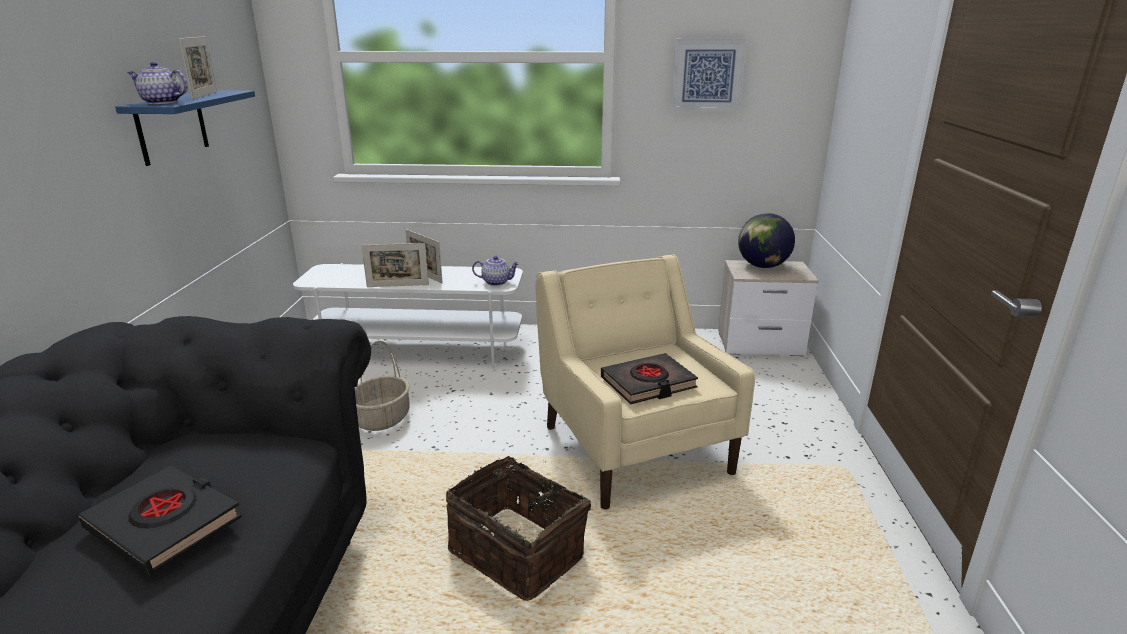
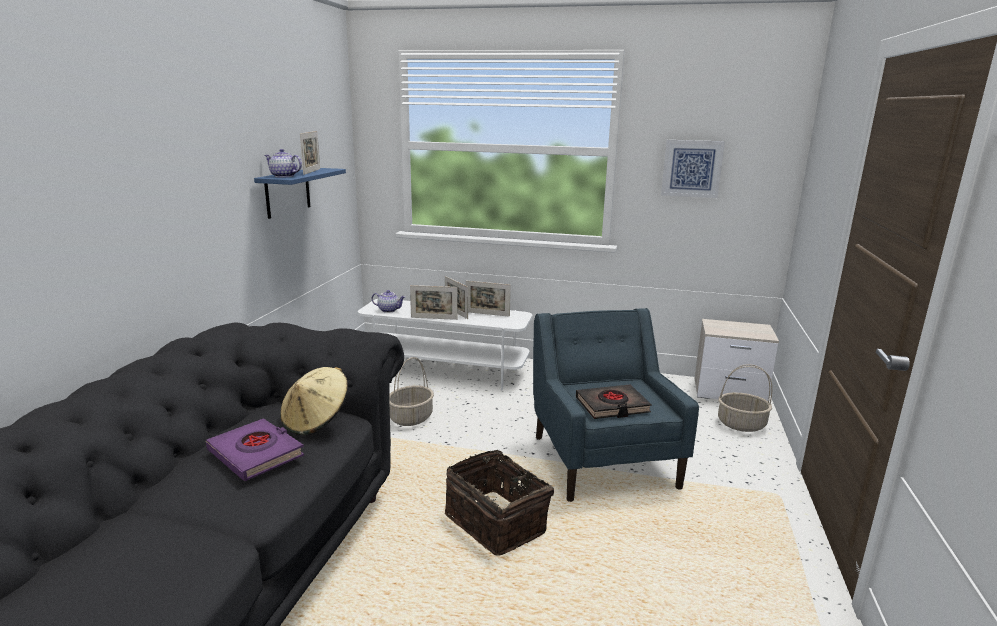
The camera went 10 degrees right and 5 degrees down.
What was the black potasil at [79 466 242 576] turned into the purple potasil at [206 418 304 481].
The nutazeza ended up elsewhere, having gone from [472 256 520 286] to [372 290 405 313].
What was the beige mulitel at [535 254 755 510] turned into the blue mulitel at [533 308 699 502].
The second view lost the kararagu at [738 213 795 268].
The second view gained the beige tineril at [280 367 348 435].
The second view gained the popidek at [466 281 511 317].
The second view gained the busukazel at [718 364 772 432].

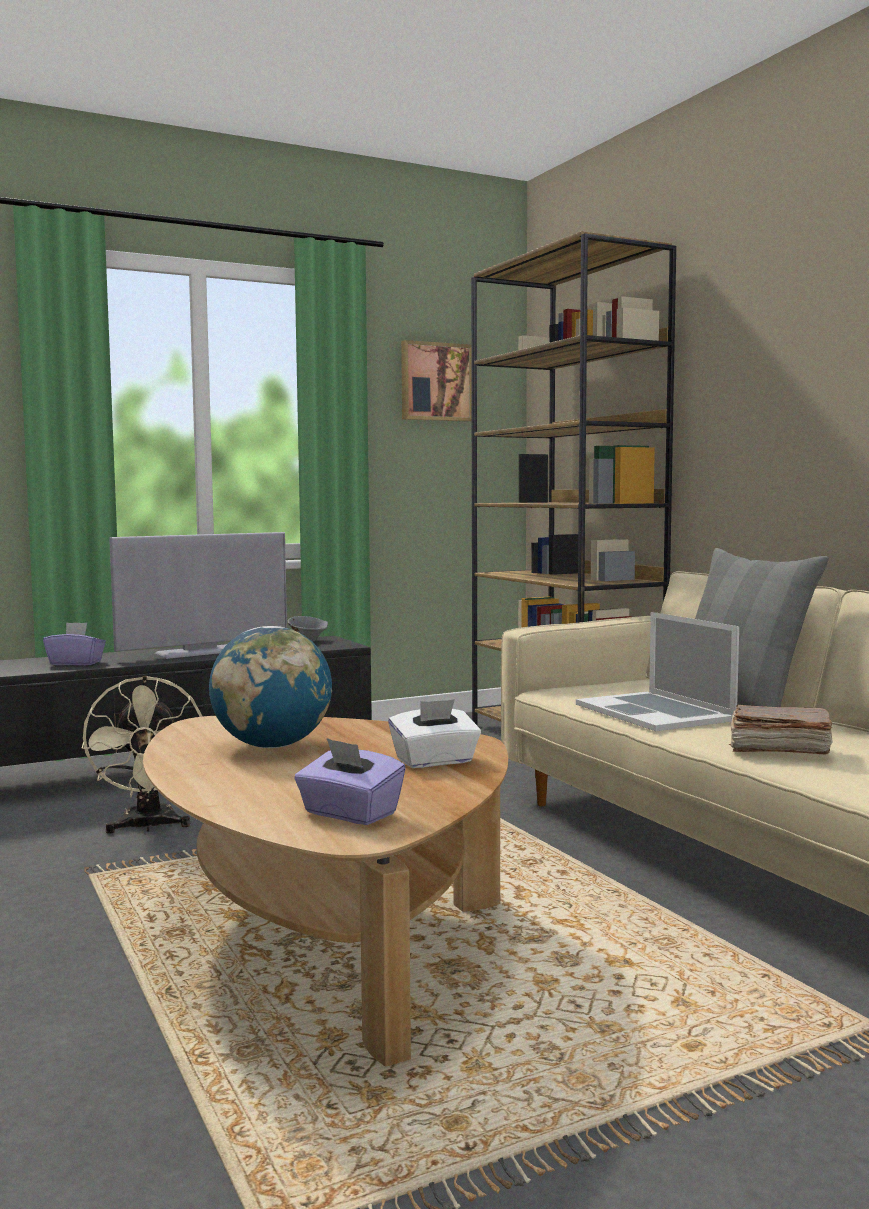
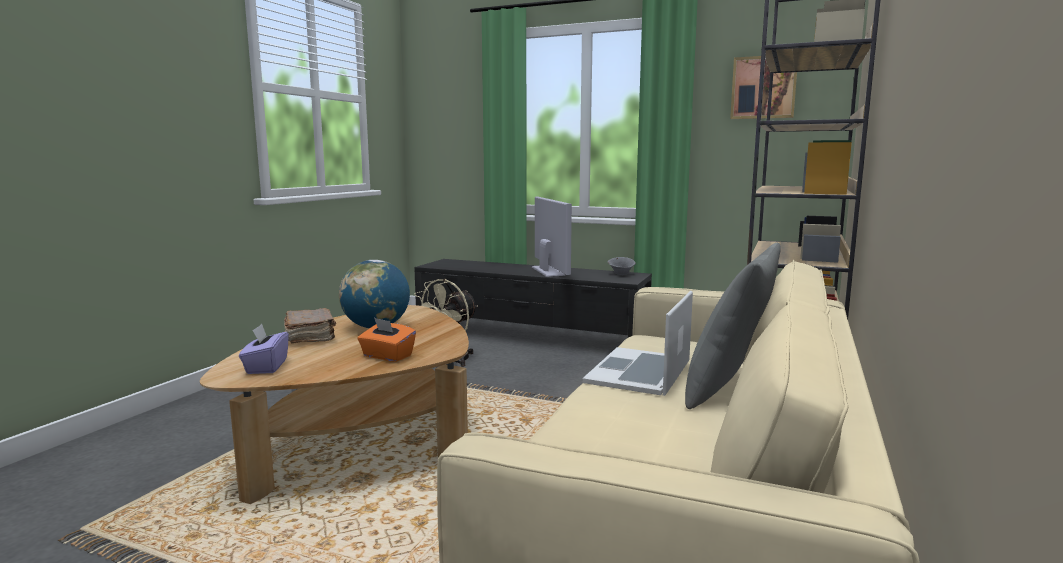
The camera went 50 degrees right and 5 degrees up.
The second view lost the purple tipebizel at [43 622 106 666].
The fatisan at [109 532 287 659] ended up facing another way, 120 degrees counterclockwise from before.
What was the white tipebizel at [388 699 481 768] turned into the orange tipebizel at [357 318 416 362].
The brown potasil ended up elsewhere, having gone from [728 705 832 755] to [284 308 336 344].

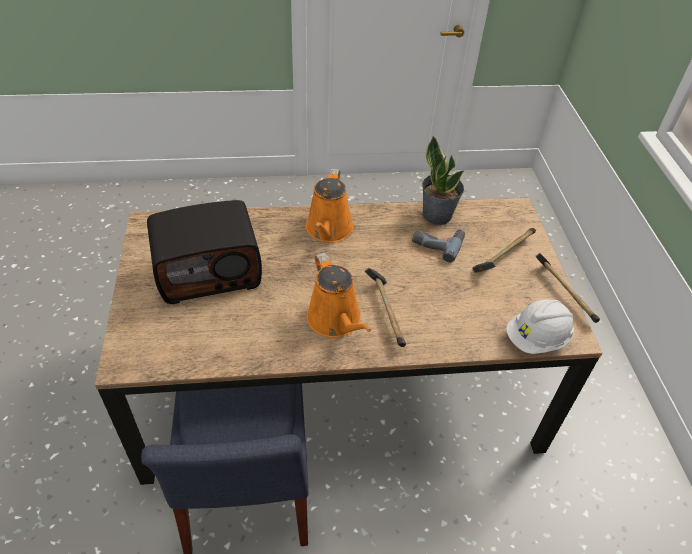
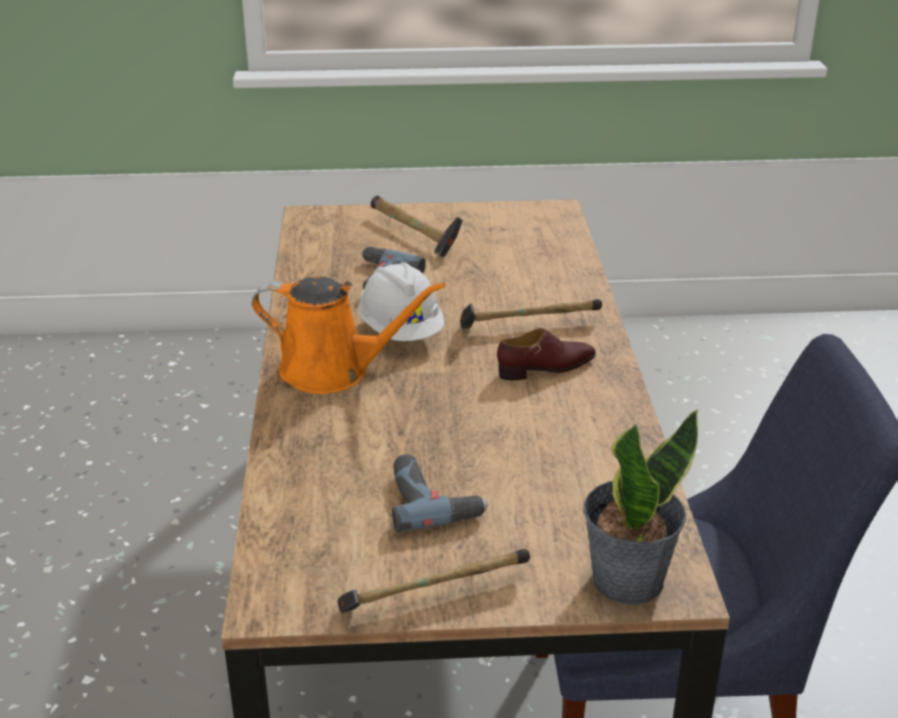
The camera went 85 degrees left and 15 degrees down.
Where the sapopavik stood at [147 200 262 304], the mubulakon came to stand at [392 454 488 532].
Where the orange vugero stood at [307 253 372 338], the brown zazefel came to stand at [497 328 596 380].
The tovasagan ended up elsewhere, having gone from [422 136 464 225] to [583 409 698 605].
The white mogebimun ended up elsewhere, having gone from [506 299 574 354] to [358 262 444 341].
The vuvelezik ended up elsewhere, having gone from [535 253 600 323] to [337 549 530 613].

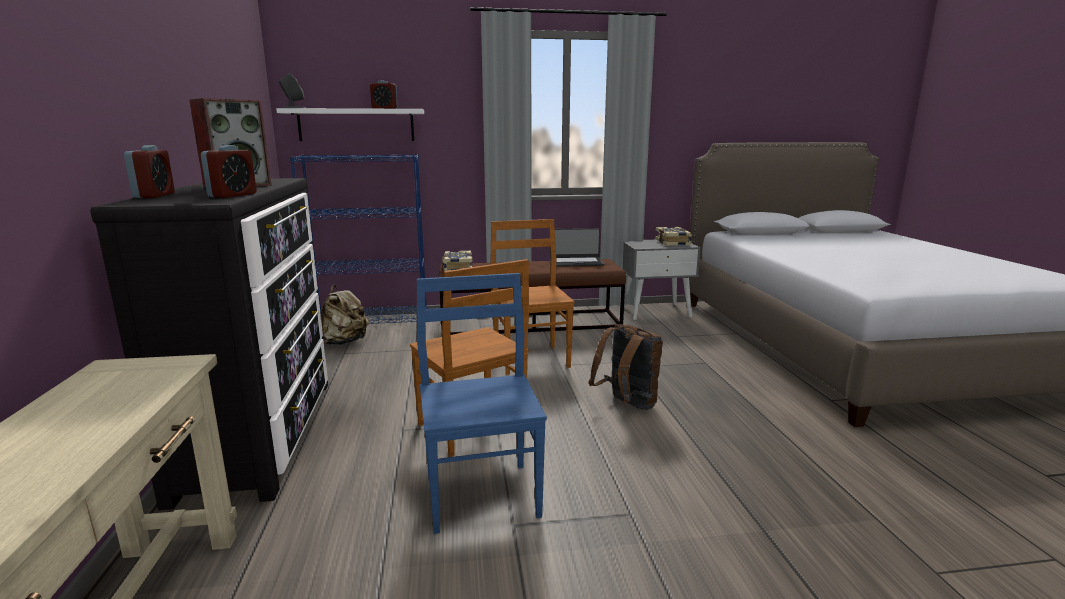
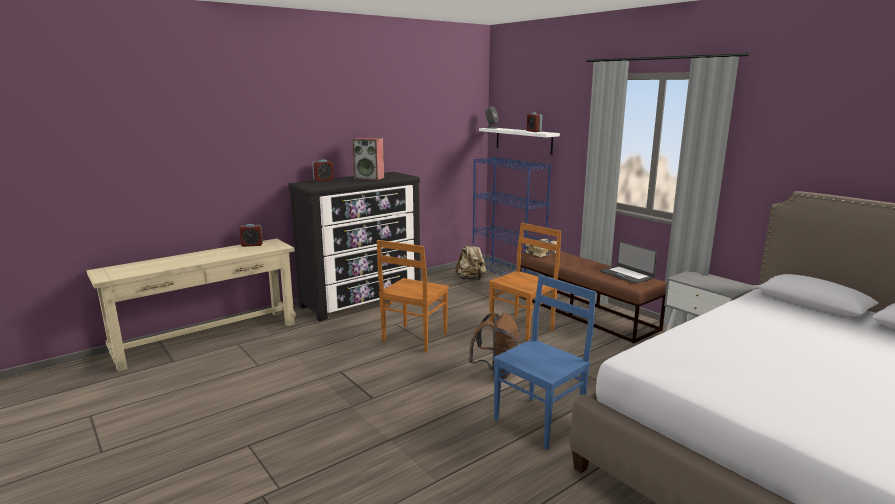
The camera went 60 degrees right and 0 degrees up.
The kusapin ended up elsewhere, having gone from [201 145 257 198] to [239 224 263 247].
The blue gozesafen ended up elsewhere, having gone from [417 273 547 534] to [493 275 596 450].
The second view lost the potasil at [655 227 692 246].

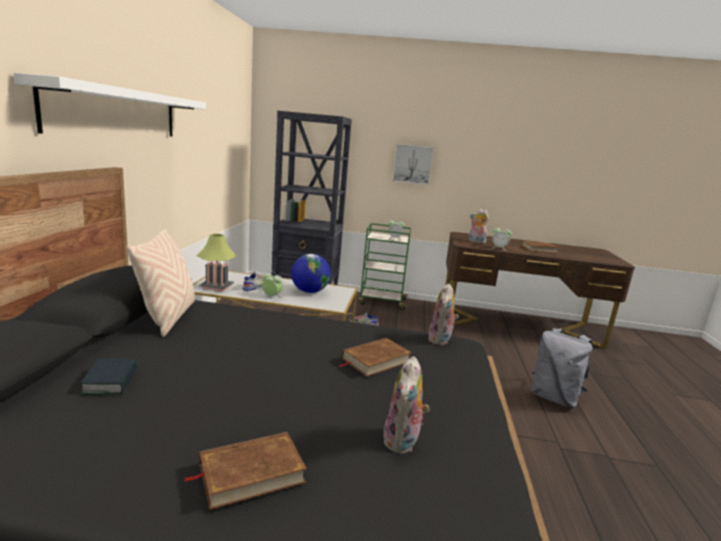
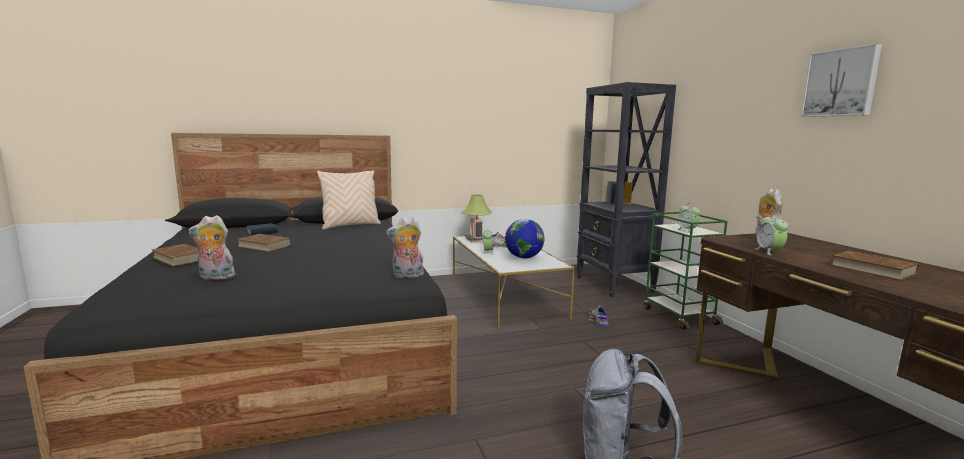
The camera went 65 degrees right and 5 degrees down.
The second view lost the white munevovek at [14 73 206 136].
The brown potasil ended up elsewhere, having gone from [338 338 412 377] to [236 234 292 252].
The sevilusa ended up elsewhere, having gone from [393 144 434 185] to [801 43 882 117].

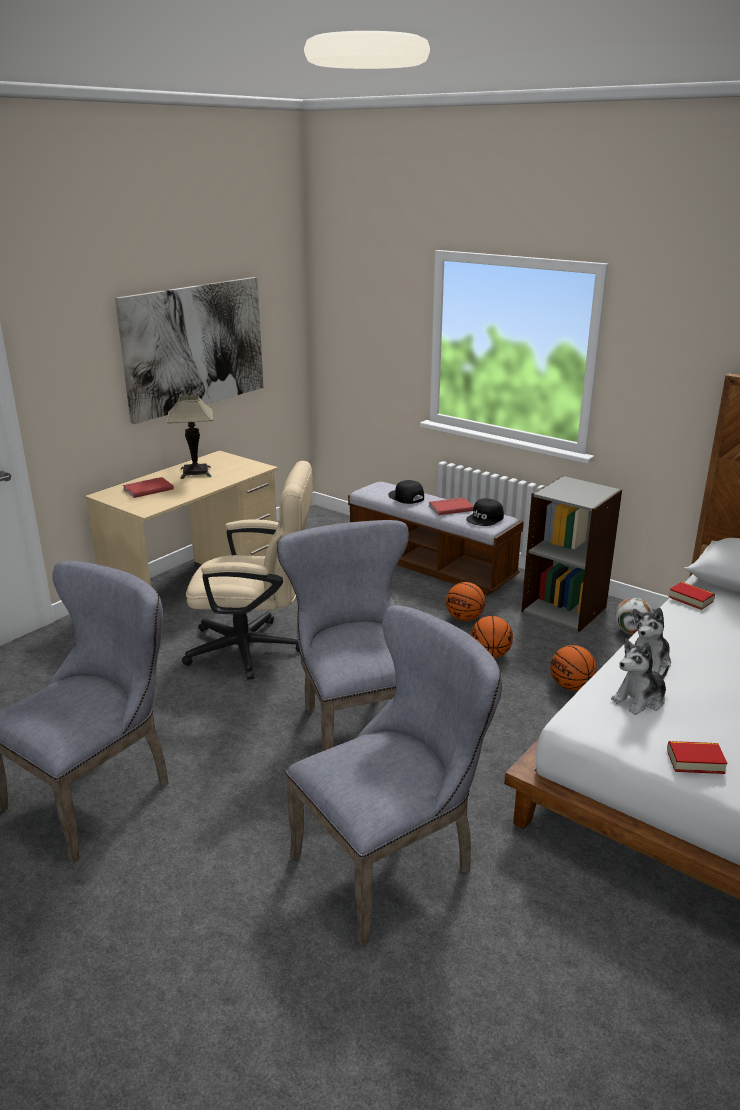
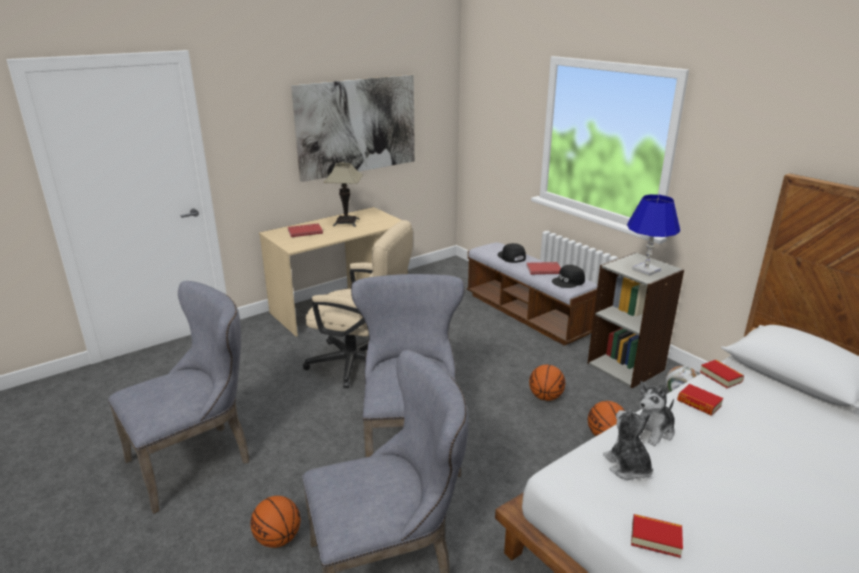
The camera went 15 degrees right and 0 degrees up.
The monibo ended up elsewhere, having gone from [446 582 485 621] to [251 496 301 548].
The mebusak at [611 639 669 715] ended up facing another way, 90 degrees clockwise from before.
The second view gained the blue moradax at [627 194 680 276].
The second view gained the potasil at [677 384 723 416].

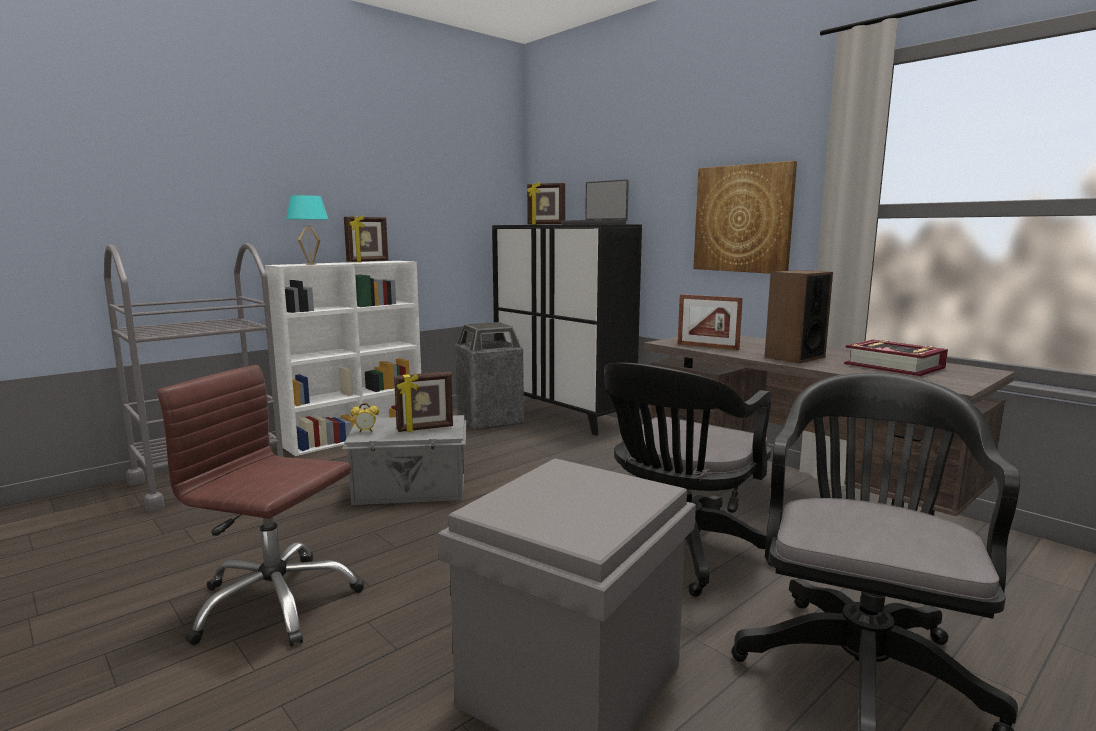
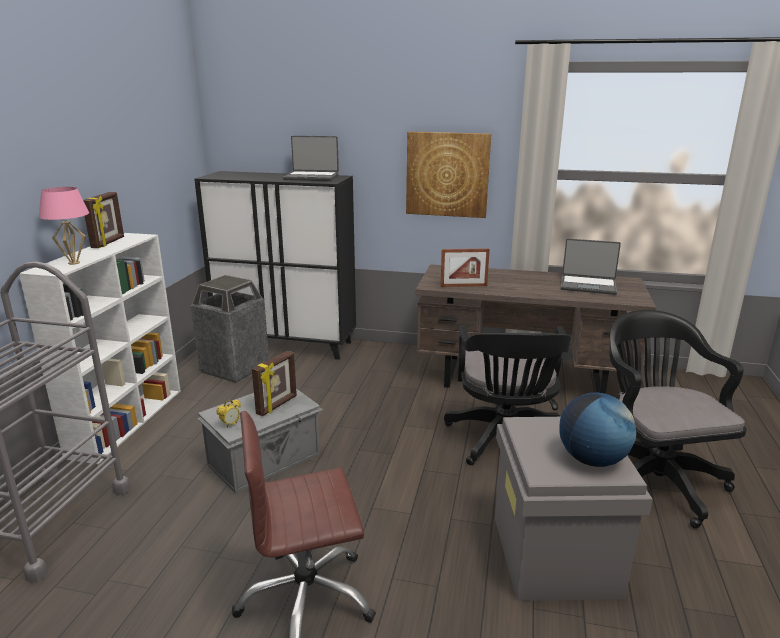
The camera went 35 degrees left and 10 degrees up.
What was the turquoise moradax at [286 195 328 265] turned into the pink moradax at [39 187 89 265].
The second view lost the popidek at [527 182 565 225].
The second view lost the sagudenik at [764 270 833 363].
Where the potasil stood at [844 340 948 376], the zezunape came to stand at [560 238 621 295].
The second view gained the kararagu at [559 393 636 467].

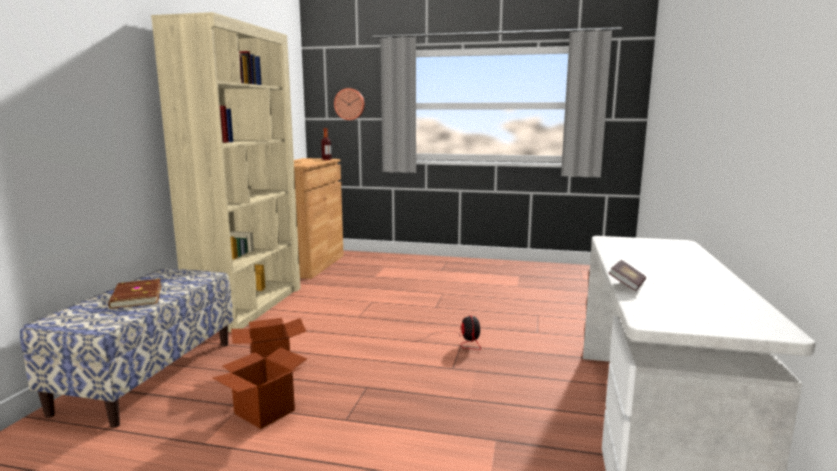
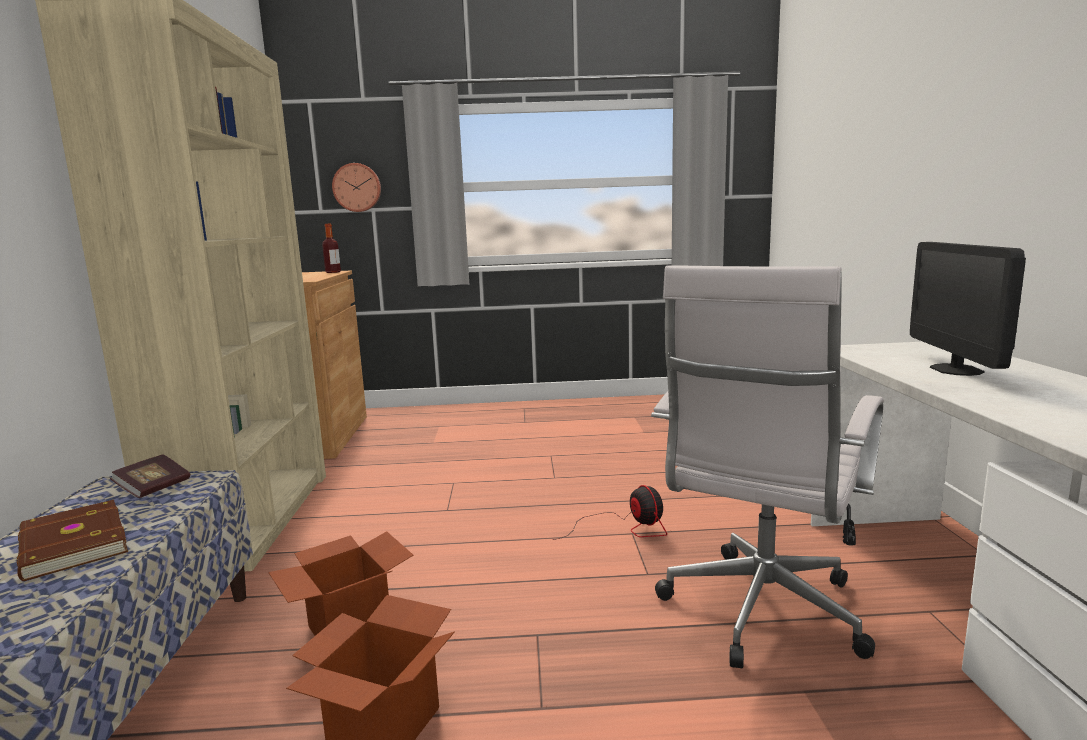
The camera went 15 degrees left and 0 degrees up.
The potasil ended up elsewhere, having gone from [609 260 646 291] to [110 454 190 498].
The second view gained the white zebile at [651 265 884 668].
The second view gained the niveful at [910 242 1026 376].

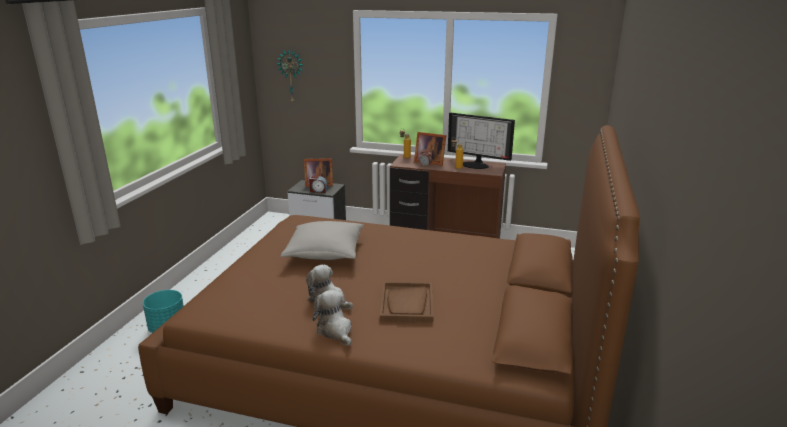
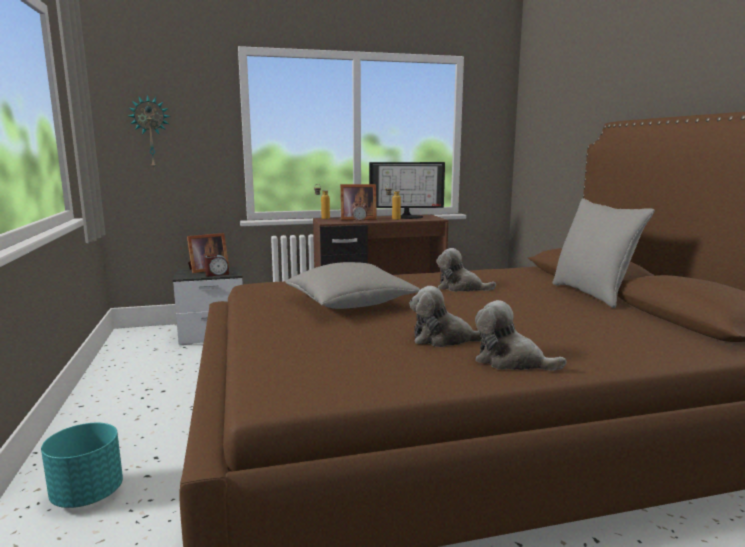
The camera went 30 degrees left and 10 degrees down.
The second view lost the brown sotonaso at [380 281 433 323].
The second view gained the mebusak at [437 248 496 292].
The second view gained the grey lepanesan at [553 198 655 308].

